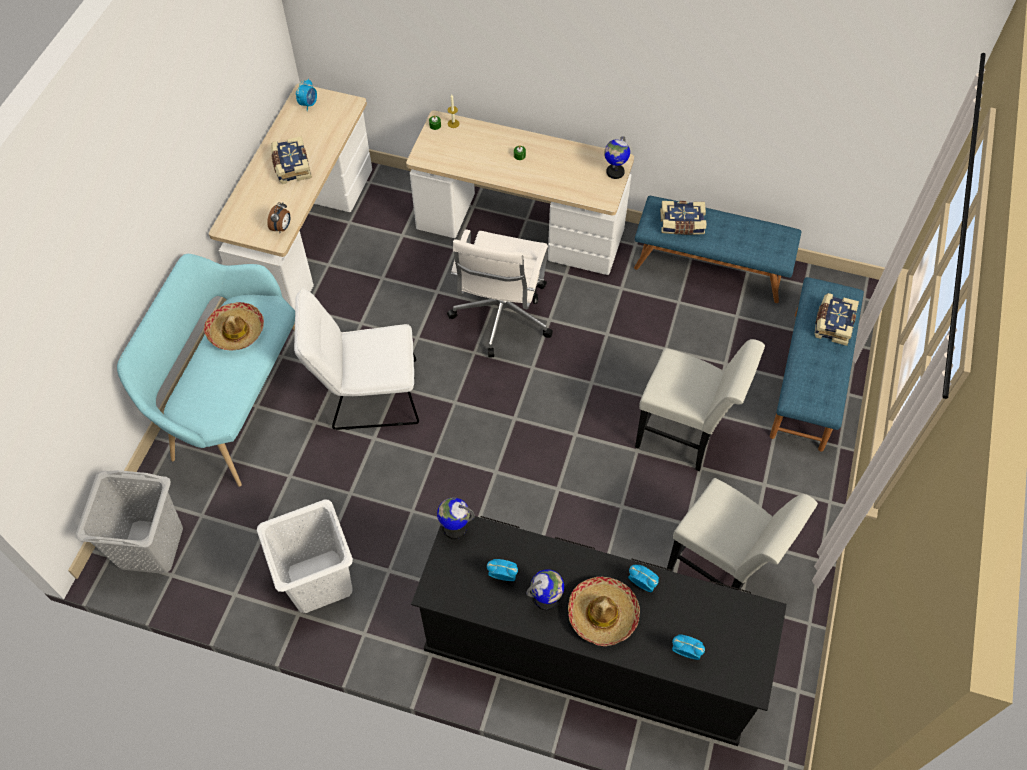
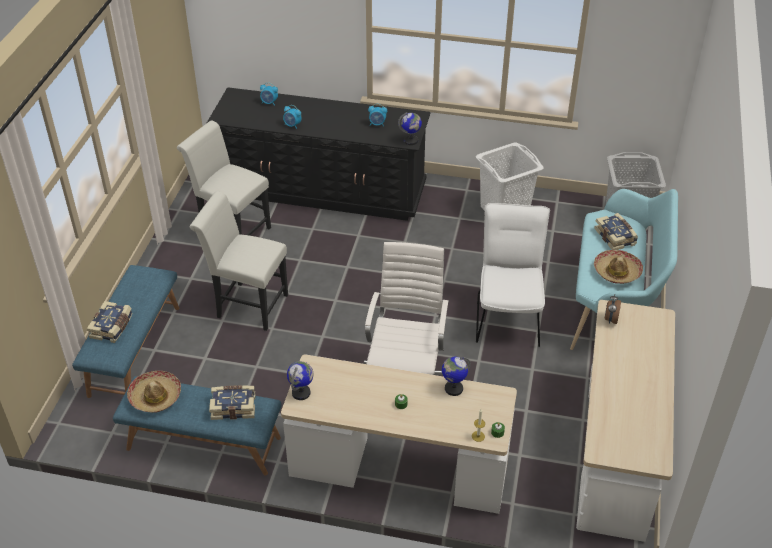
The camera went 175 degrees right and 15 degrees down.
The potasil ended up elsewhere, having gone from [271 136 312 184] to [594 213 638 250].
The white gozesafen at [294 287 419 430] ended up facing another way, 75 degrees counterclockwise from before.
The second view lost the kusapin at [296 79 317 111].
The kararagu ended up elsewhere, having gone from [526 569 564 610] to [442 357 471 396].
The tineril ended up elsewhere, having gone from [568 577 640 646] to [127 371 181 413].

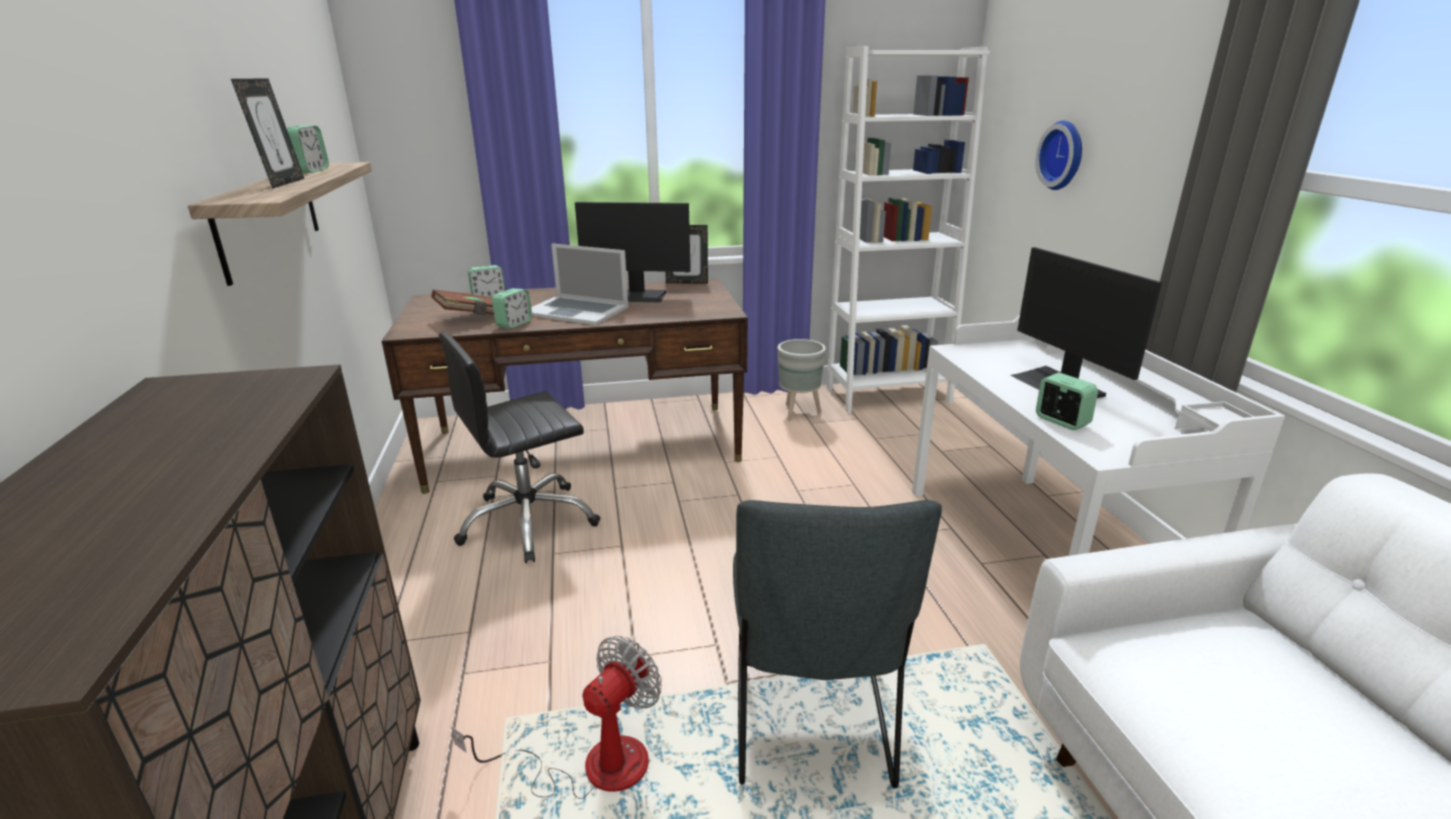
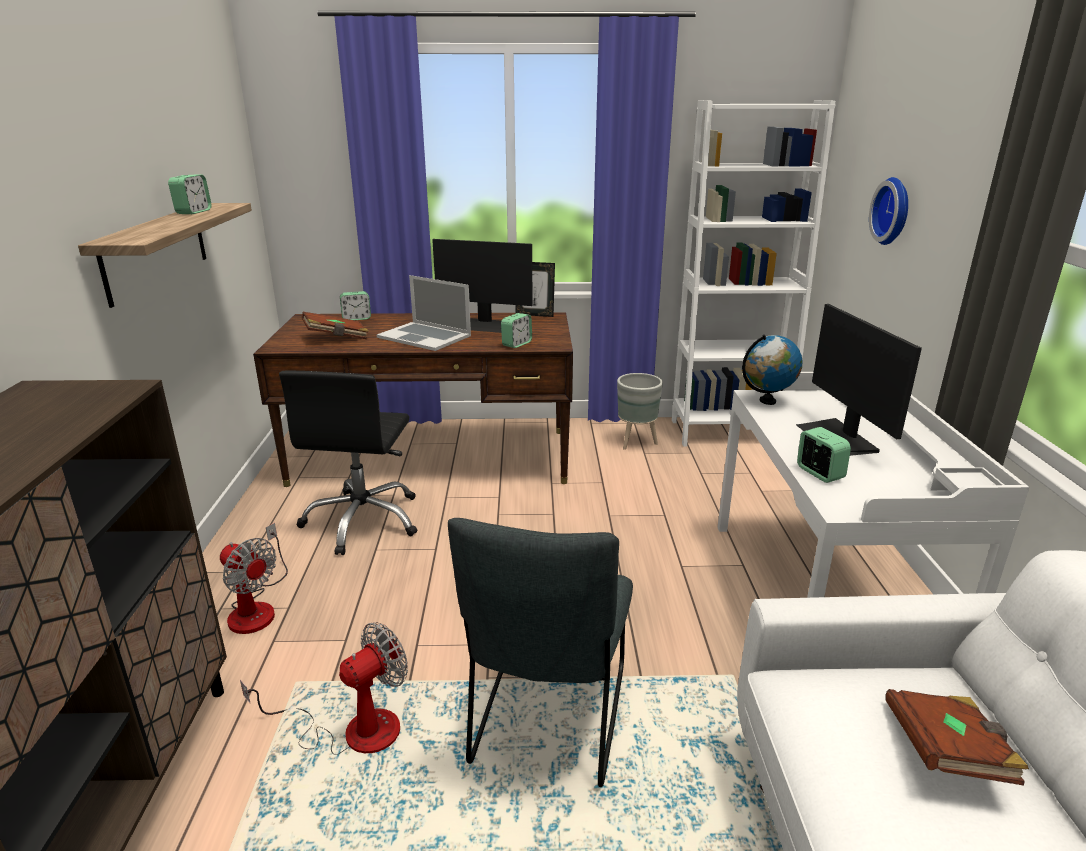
The camera went 10 degrees right and 0 degrees up.
The second view lost the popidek at [231 78 304 189].
The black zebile at [439 332 600 563] ended up facing another way, 60 degrees counterclockwise from before.
The kusapin ended up elsewhere, having gone from [492 288 532 328] to [501 313 532 348].
The second view gained the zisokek at [220 523 288 634].
The second view gained the kararagu at [742 335 802 405].
The second view gained the brown potasil at [885 689 1029 786].

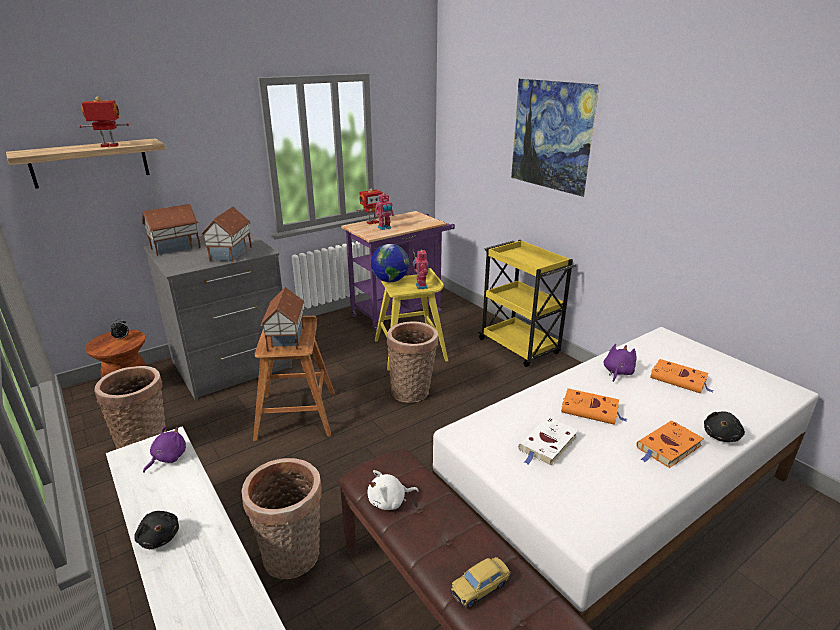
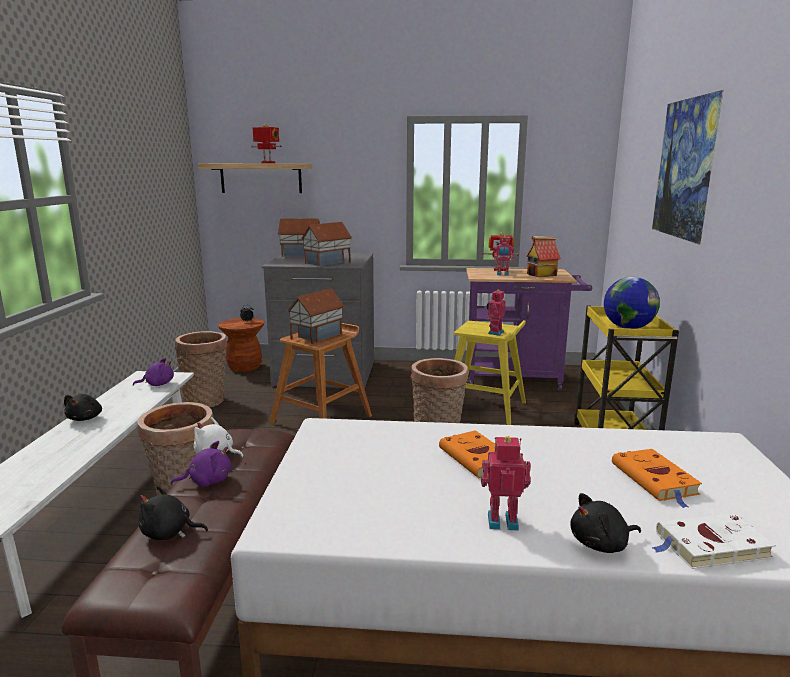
The camera went 40 degrees right and 10 degrees down.
The kararagu ended up elsewhere, having gone from [371 244 409 282] to [604 277 660 329].
Where the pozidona stood at [450 557 511 609], the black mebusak came to stand at [138 486 208 540].
The white potasil ended up elsewhere, having gone from [518 416 578 467] to [651 513 776 569].
The purple mebusak ended up elsewhere, having gone from [604 344 637 382] to [171 441 231 487].
Where the orange potasil stood at [636 421 704 468], the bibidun came to stand at [481 436 531 531].
The second view gained the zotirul at [526 236 561 277].

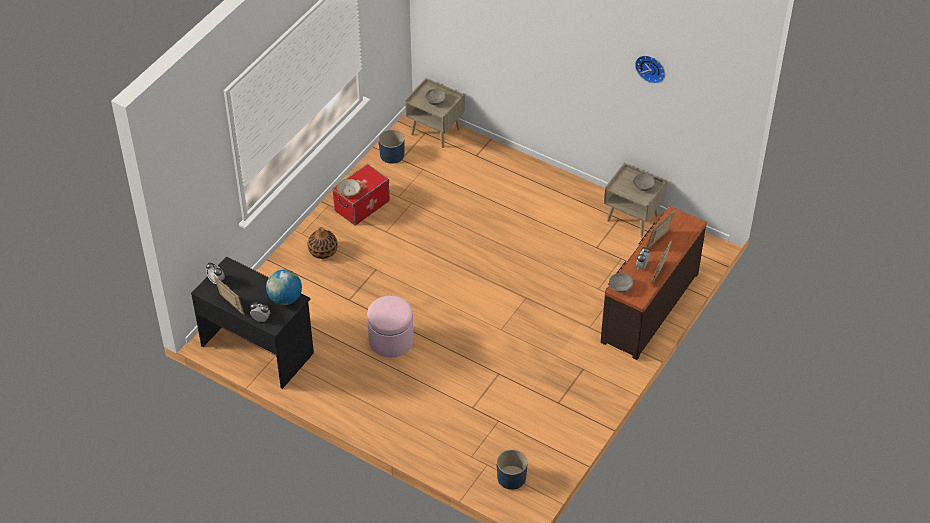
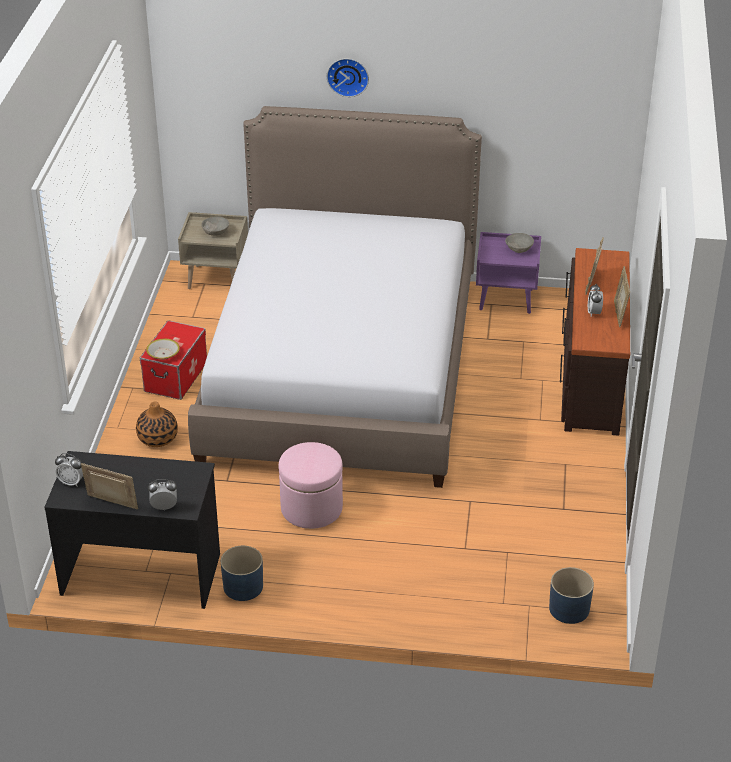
The camera went 25 degrees left and 10 degrees down.
The second view lost the kararagu at [266 270 302 305].
The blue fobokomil ended up elsewhere, having gone from [379 130 405 164] to [221 546 263 601].
What was the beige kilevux at [604 163 667 236] turned into the purple kilevux at [476 232 541 314].
The second view lost the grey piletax at [609 273 634 293].
The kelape ended up elsewhere, having gone from [635 55 665 84] to [327 58 369 97].
The second view gained the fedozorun at [188 106 482 488].

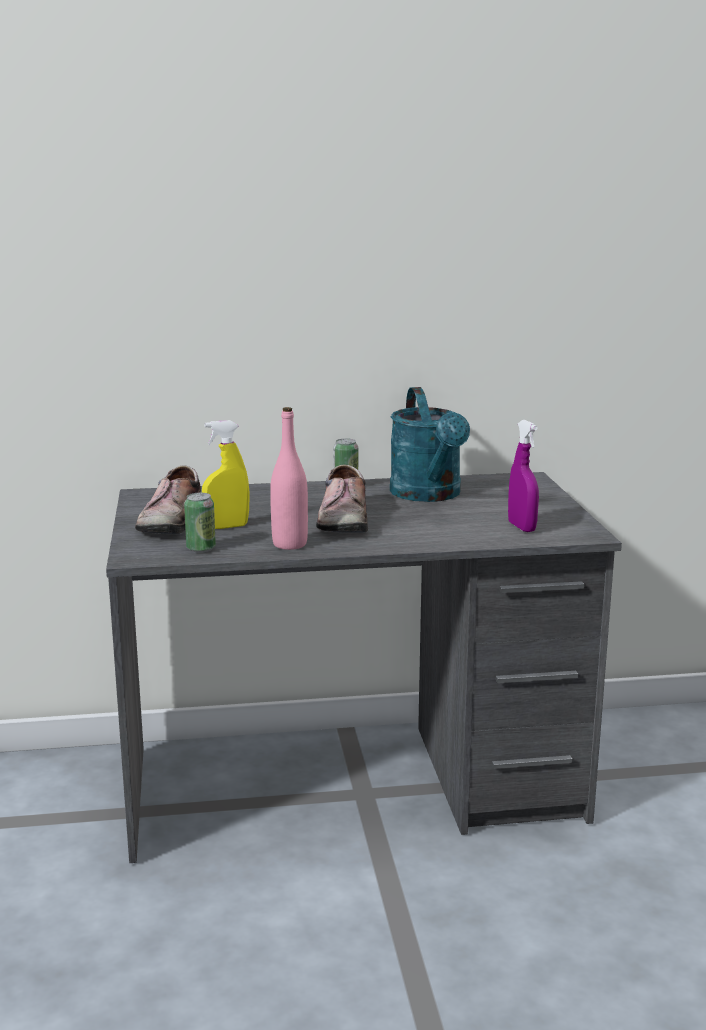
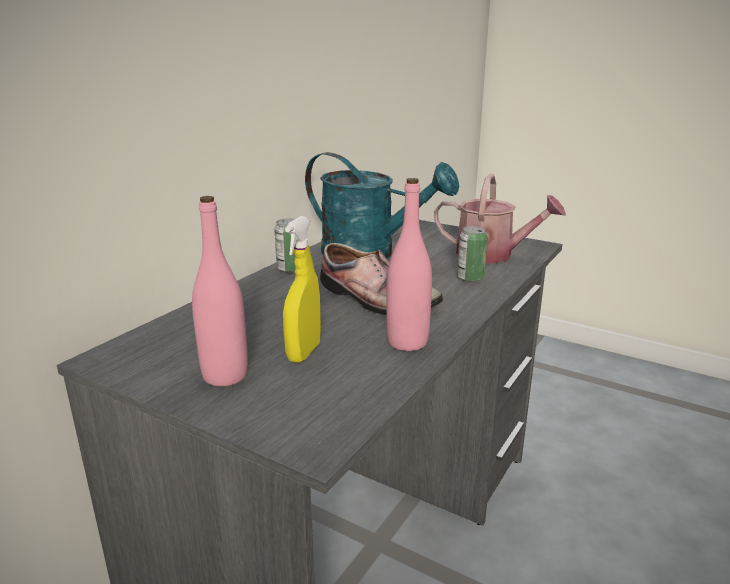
The camera went 50 degrees left and 5 degrees up.
Where the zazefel stood at [135 465 201 534], the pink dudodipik came to stand at [192 196 248 386].
The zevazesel ended up elsewhere, having gone from [184 493 216 553] to [457 226 488 282].
Where the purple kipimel stood at [508 420 539 532], the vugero came to stand at [434 174 566 263].

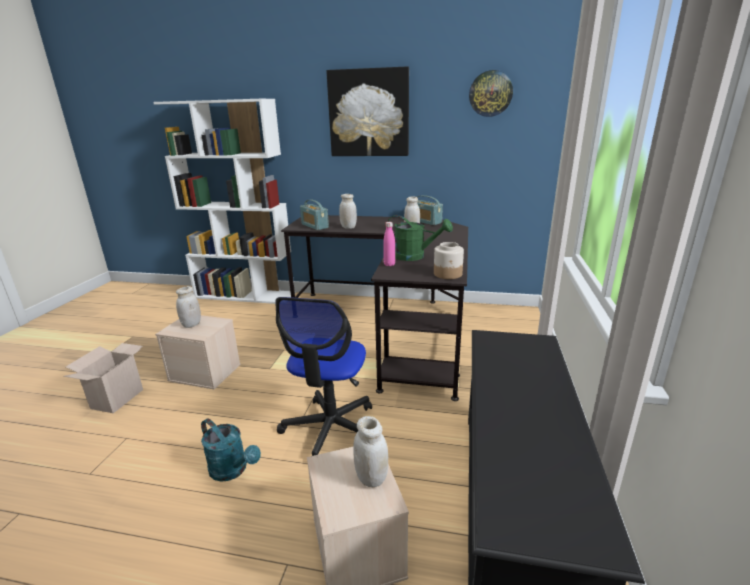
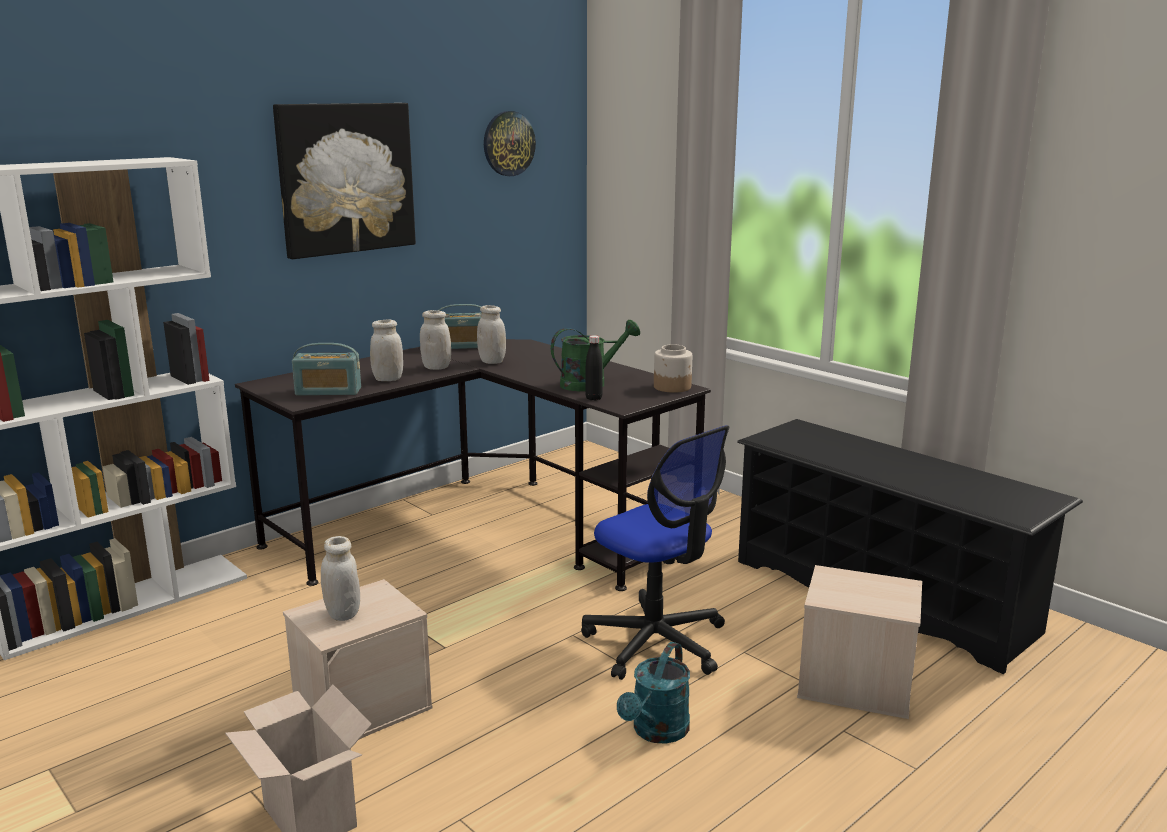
The camera went 55 degrees left and 5 degrees down.
The turquoise vugero at [201 418 261 482] ended up facing another way, 135 degrees clockwise from before.
The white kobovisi ended up elsewhere, having gone from [353 416 388 487] to [420 310 451 370].
What was the pink dudodipik at [383 222 395 266] turned into the black dudodipik at [585 335 603 400].

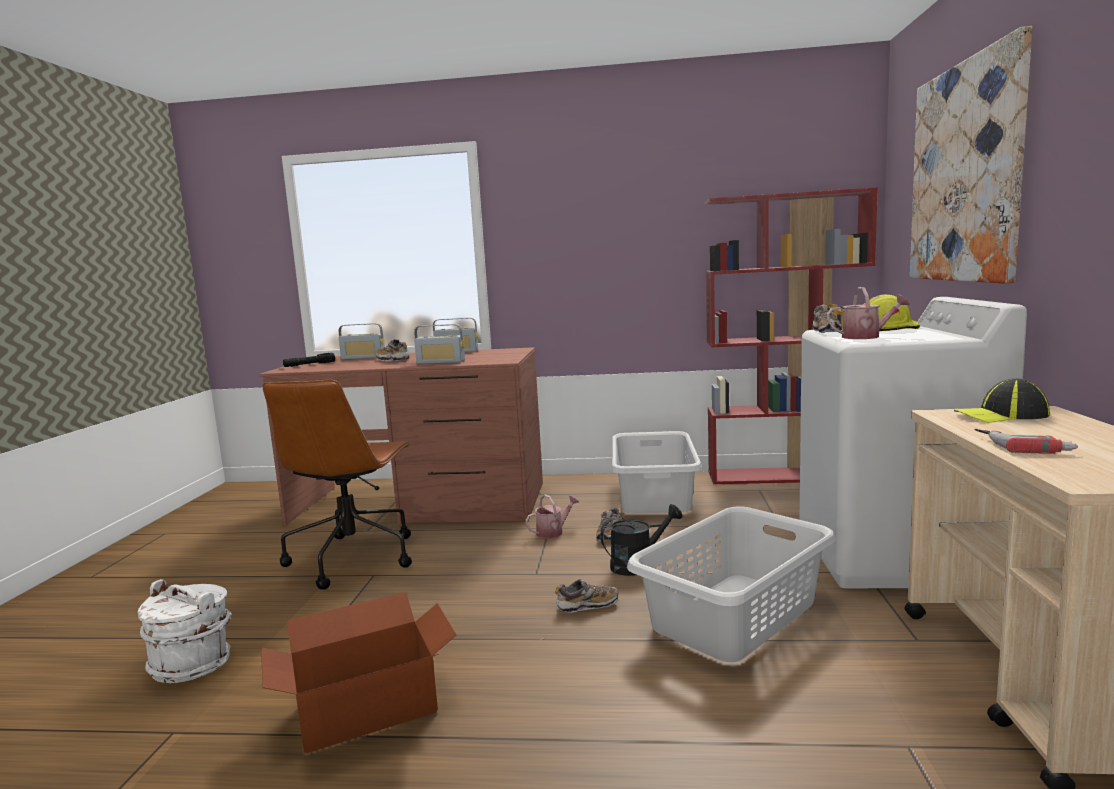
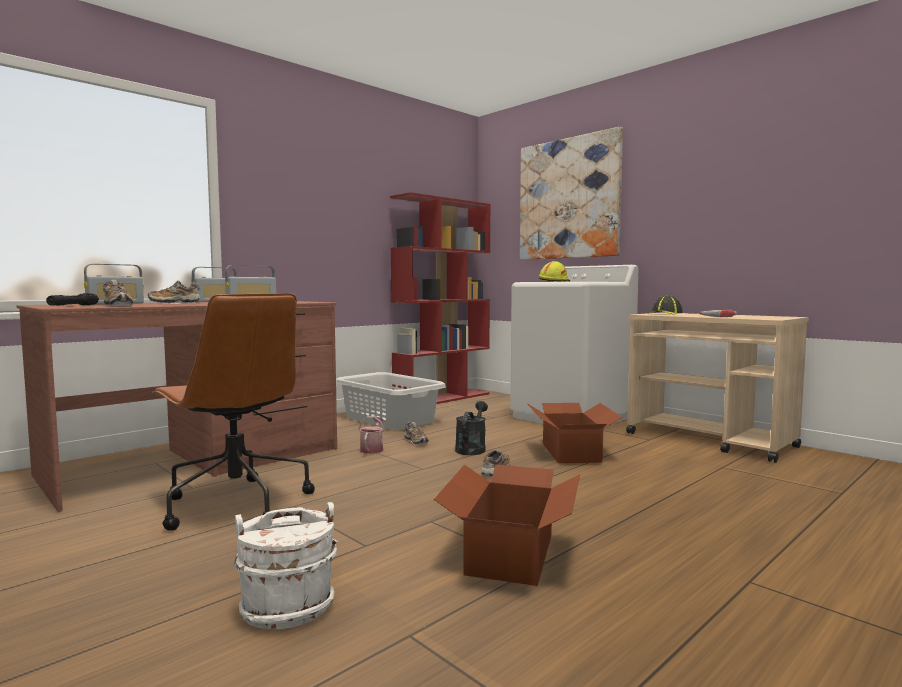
The camera went 50 degrees left and 5 degrees down.
Where the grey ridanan stood at [627 506 836 662], the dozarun came to stand at [527 403 622 463].
The zazefel ended up elsewhere, having gone from [813 304 842 333] to [103 280 133 306].
The second view lost the vugero at [826 287 910 339].

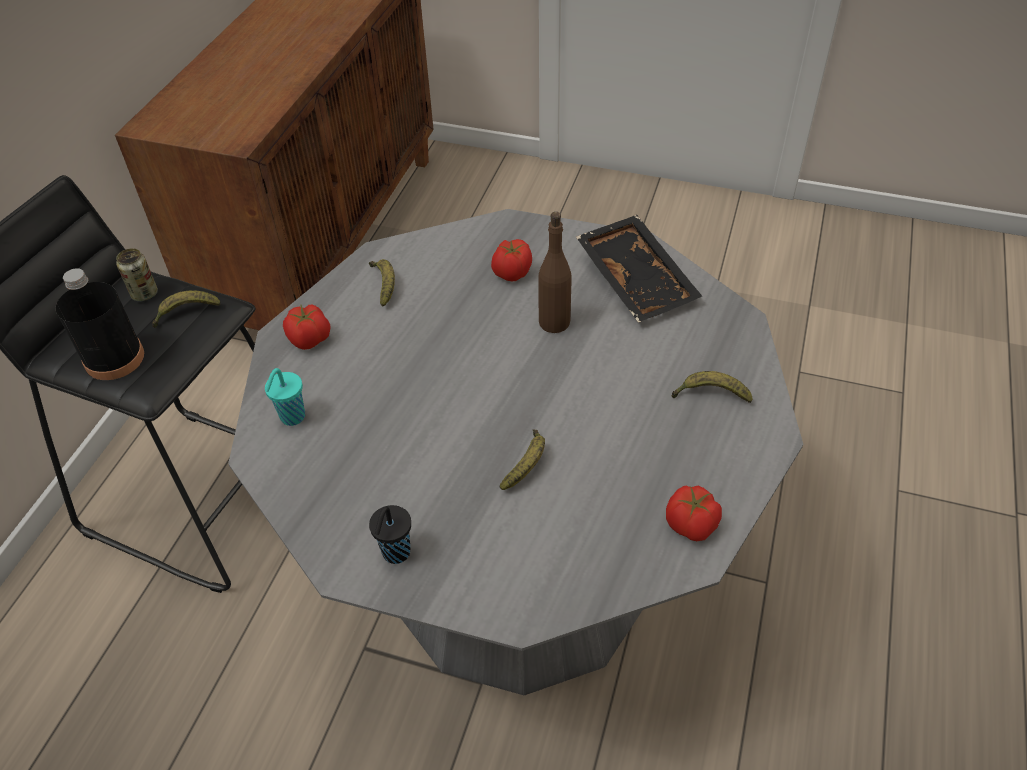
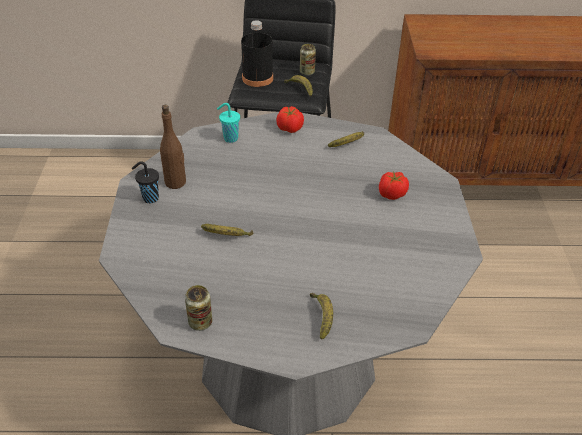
The camera went 70 degrees right and 5 degrees down.
The brown dudodipik ended up elsewhere, having gone from [538 212 572 333] to [160 105 186 189].
The second view lost the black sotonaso at [576 215 702 322].
Where the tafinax stood at [666 486 722 541], the zevazesel came to stand at [185 285 212 331].

